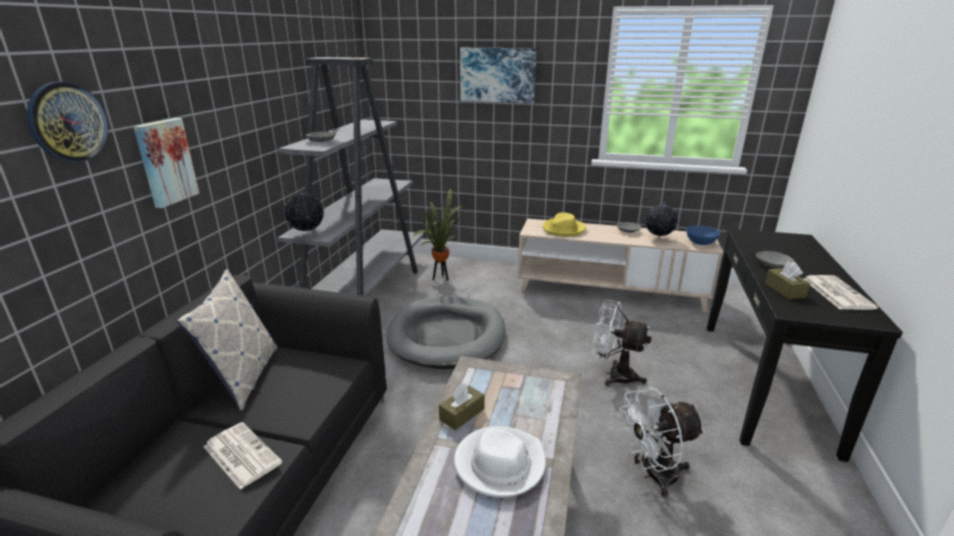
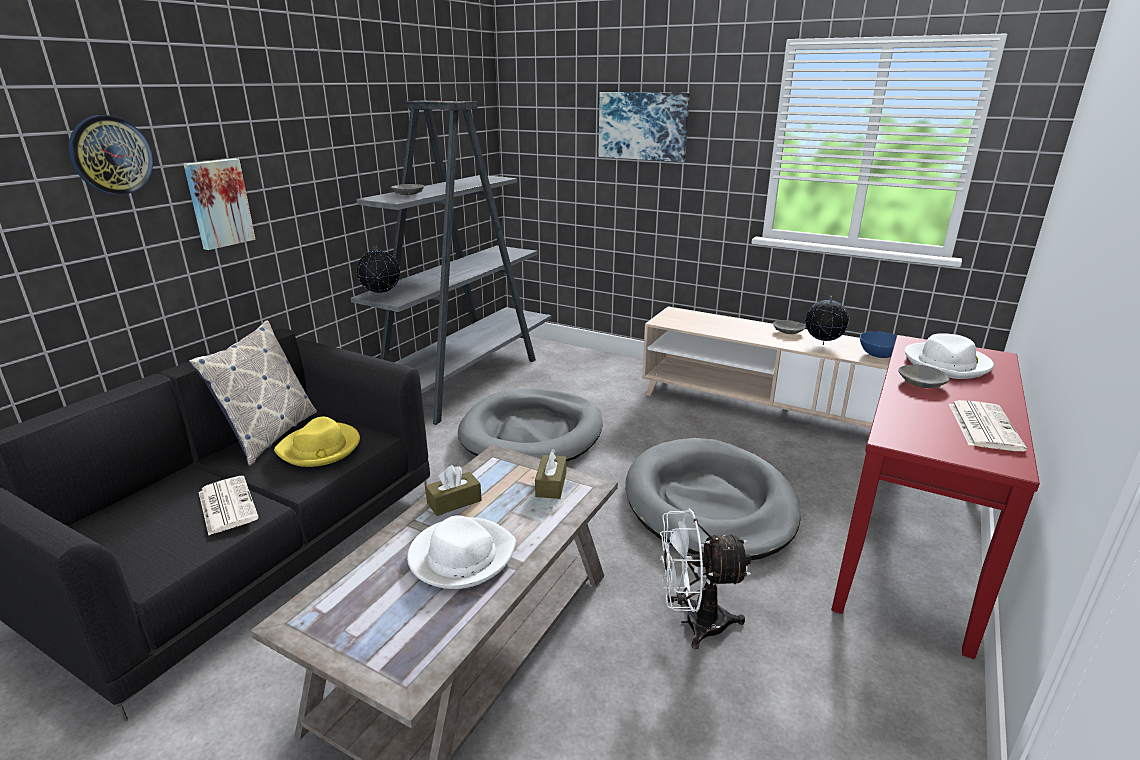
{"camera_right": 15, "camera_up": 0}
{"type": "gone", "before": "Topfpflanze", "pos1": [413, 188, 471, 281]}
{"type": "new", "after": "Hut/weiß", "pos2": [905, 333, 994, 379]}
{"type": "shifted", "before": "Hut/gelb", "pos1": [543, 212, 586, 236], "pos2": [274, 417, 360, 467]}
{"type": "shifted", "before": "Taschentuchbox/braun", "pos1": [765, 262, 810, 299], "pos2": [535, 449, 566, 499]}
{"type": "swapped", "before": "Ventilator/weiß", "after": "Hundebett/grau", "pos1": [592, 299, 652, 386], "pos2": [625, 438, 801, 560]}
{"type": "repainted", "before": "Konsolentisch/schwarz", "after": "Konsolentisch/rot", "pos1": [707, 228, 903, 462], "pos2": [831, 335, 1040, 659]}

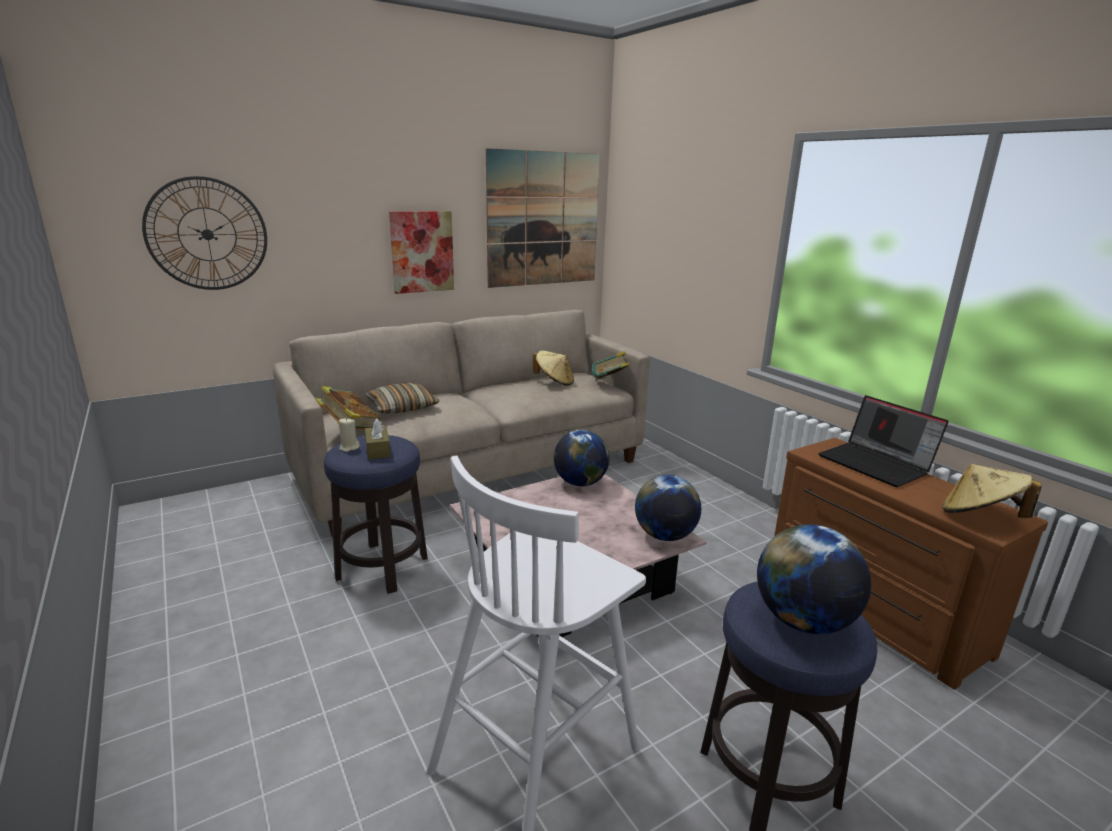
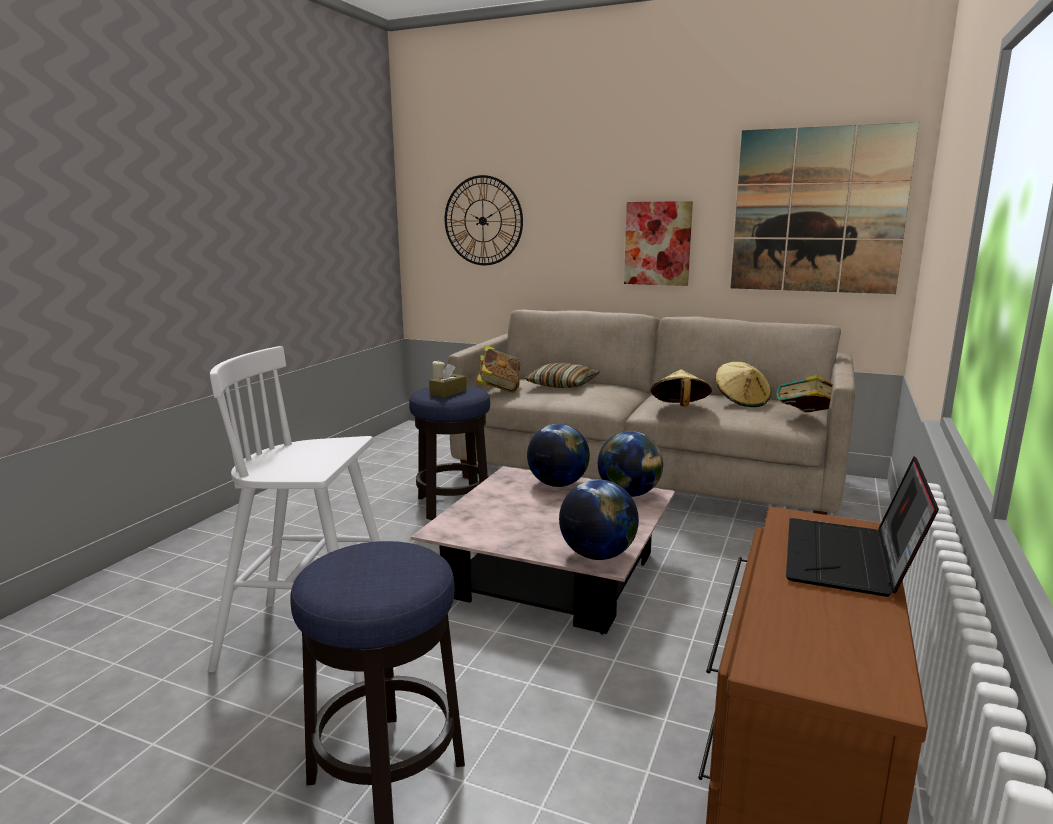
{"camera_right": 55, "camera_up": -5}
{"type": "shifted", "before": "Globus", "pos1": [757, 524, 871, 634], "pos2": [527, 424, 590, 487]}
{"type": "shifted", "before": "Hut/beige", "pos1": [942, 464, 1042, 518], "pos2": [651, 369, 712, 406]}

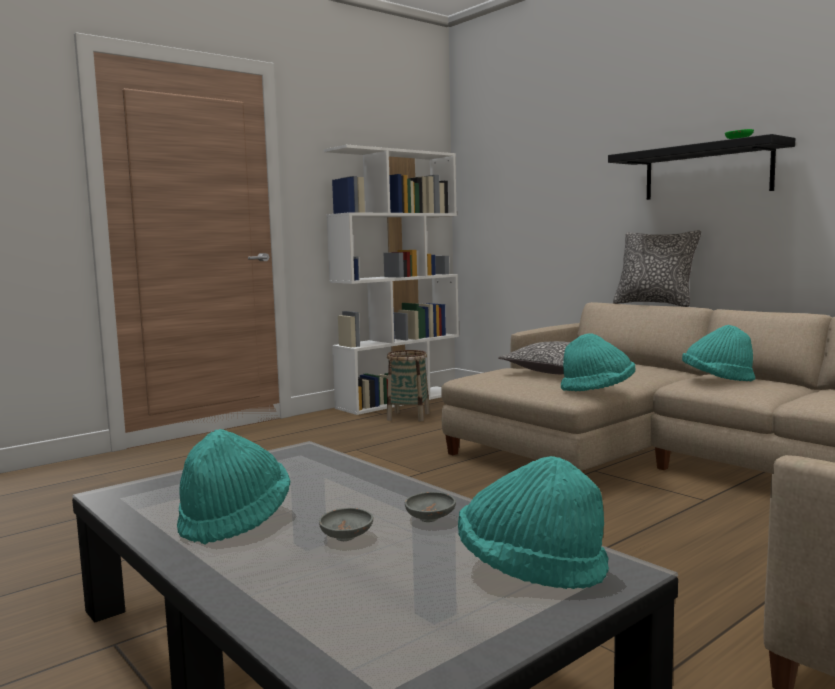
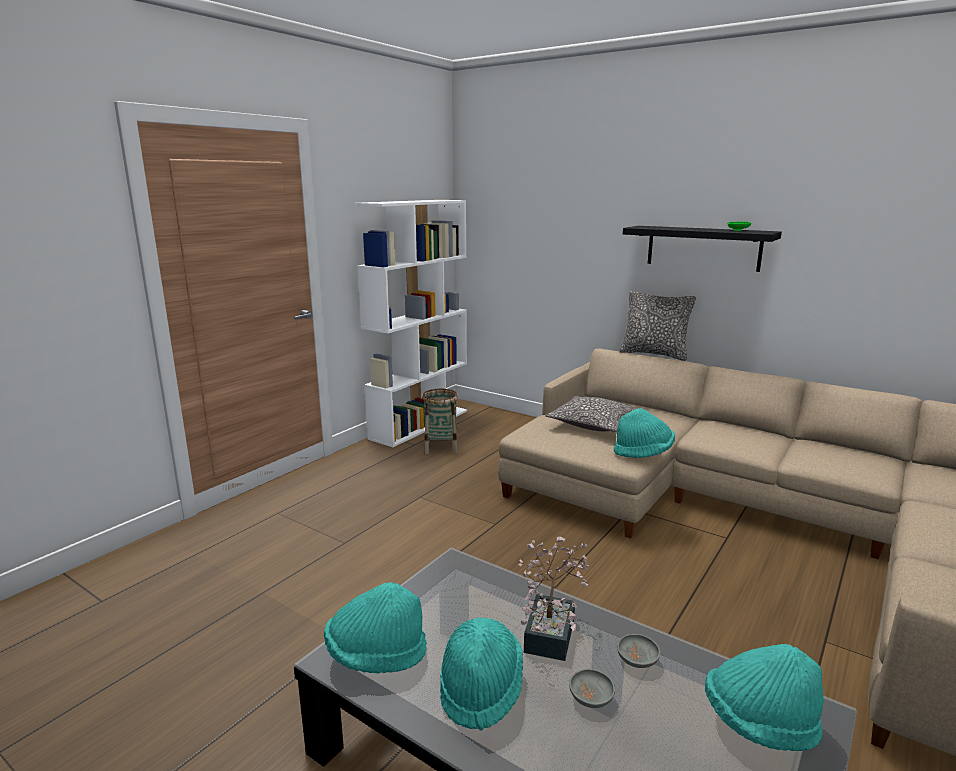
{"camera_right": -15, "camera_up": 10}
{"type": "new", "after": "Topfpflanze", "pos2": [518, 537, 590, 661]}
{"type": "shifted", "before": "Hut/türkis", "pos1": [682, 325, 755, 382], "pos2": [324, 582, 427, 673]}

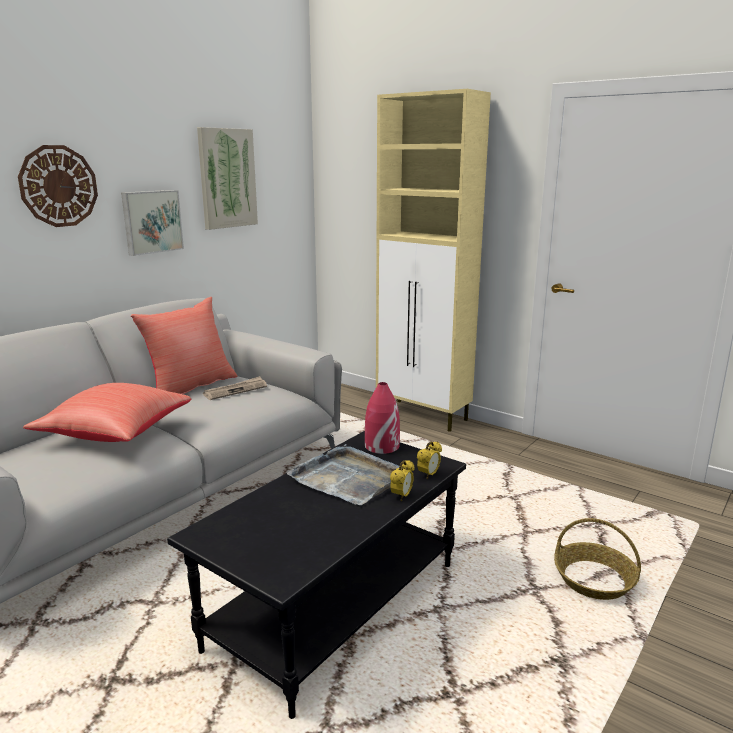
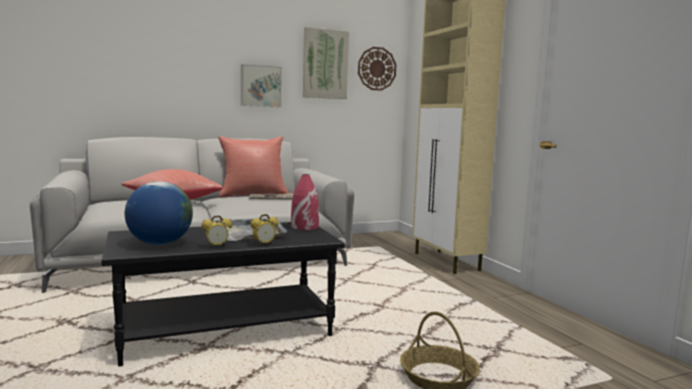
{"camera_right": 30, "camera_up": -10}
{"type": "new", "after": "Globus", "pos2": [125, 181, 193, 245]}
{"type": "shifted", "before": "Wanduhr", "pos1": [18, 145, 98, 227], "pos2": [358, 47, 396, 91]}
{"type": "shifted", "before": "Wecker", "pos1": [417, 441, 442, 479], "pos2": [201, 215, 232, 247]}

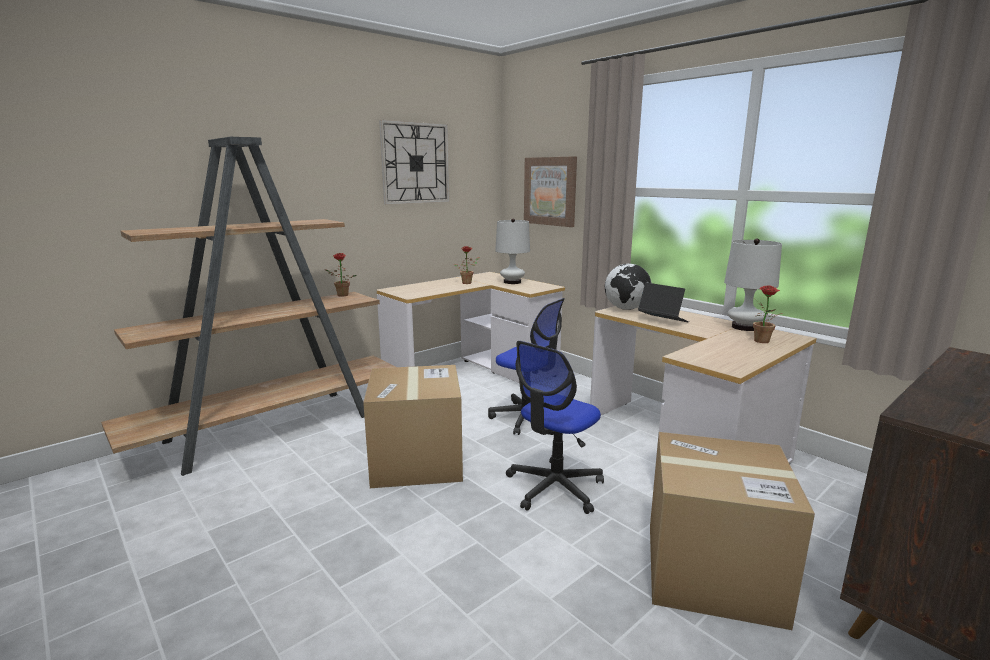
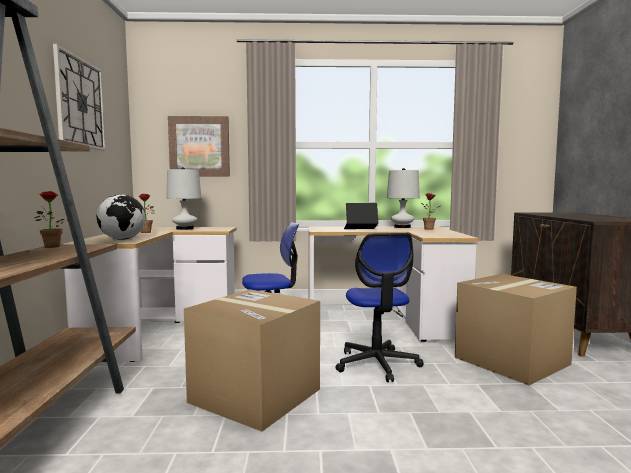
{"camera_right": -50, "camera_up": -10}
{"type": "shifted", "before": "Globus", "pos1": [605, 264, 651, 310], "pos2": [97, 194, 146, 240]}

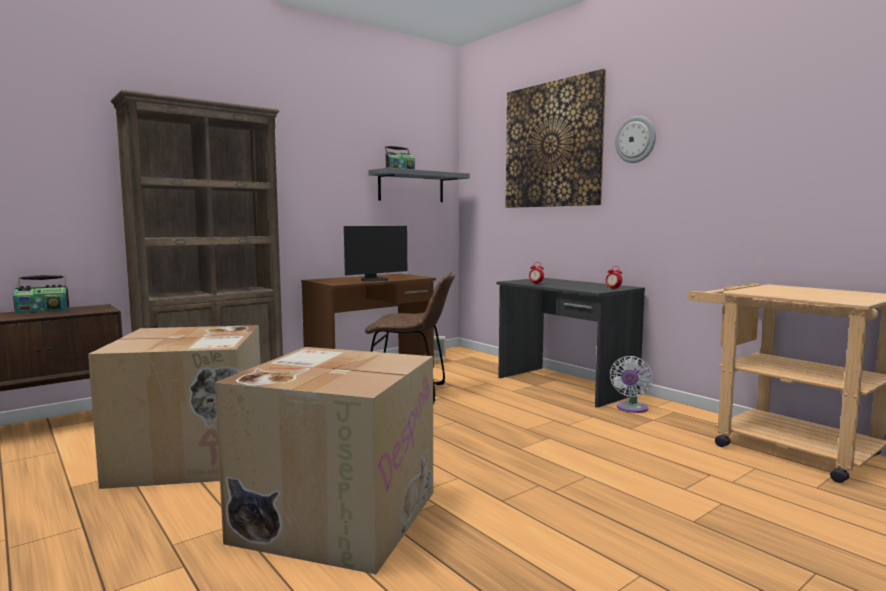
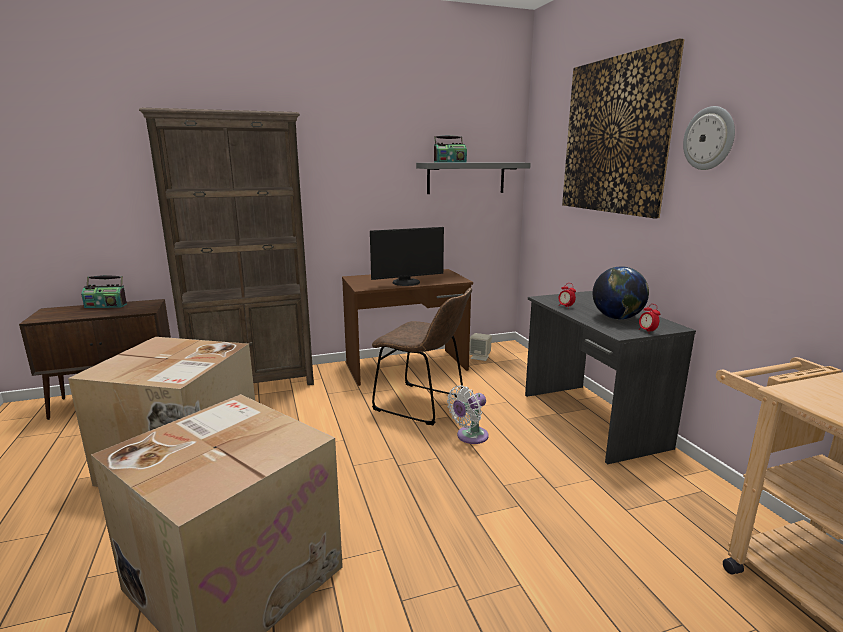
{"camera_right": 20, "camera_up": 10}
{"type": "new", "after": "Globus", "pos2": [593, 266, 649, 320]}
{"type": "shifted", "before": "Ventilator/weiß", "pos1": [610, 356, 653, 413], "pos2": [447, 386, 489, 444]}

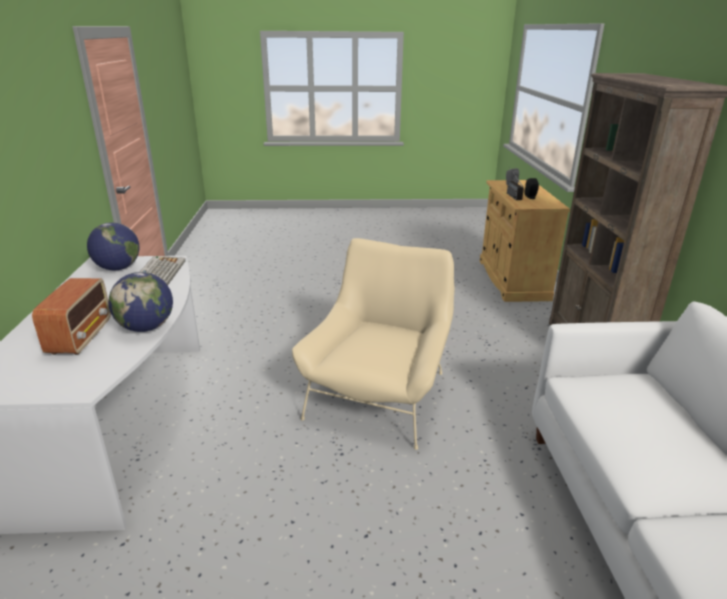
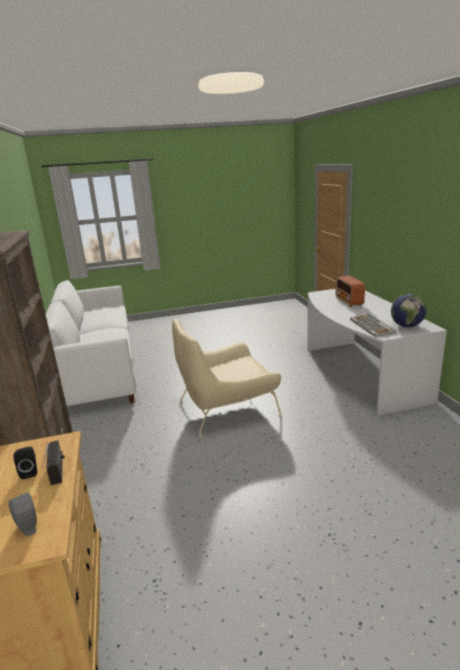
{"camera_right": 170, "camera_up": -5}
{"type": "gone", "before": "Globus", "pos1": [109, 272, 173, 332]}
{"type": "rotated", "before": "Sessel/beige", "pos1": [292, 238, 455, 450], "pos2": [172, 318, 282, 437], "turn": 60}

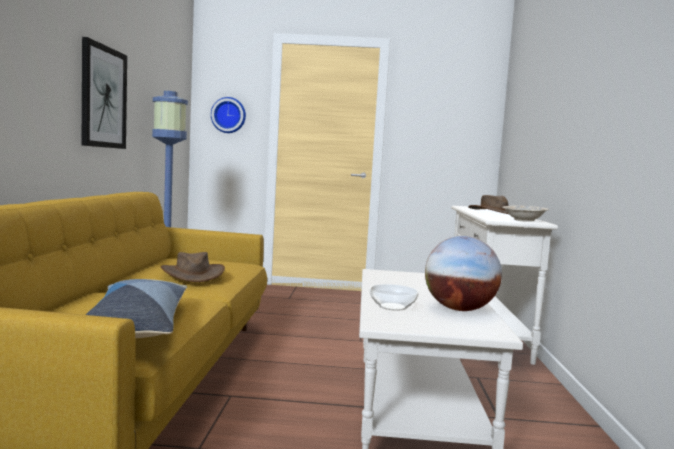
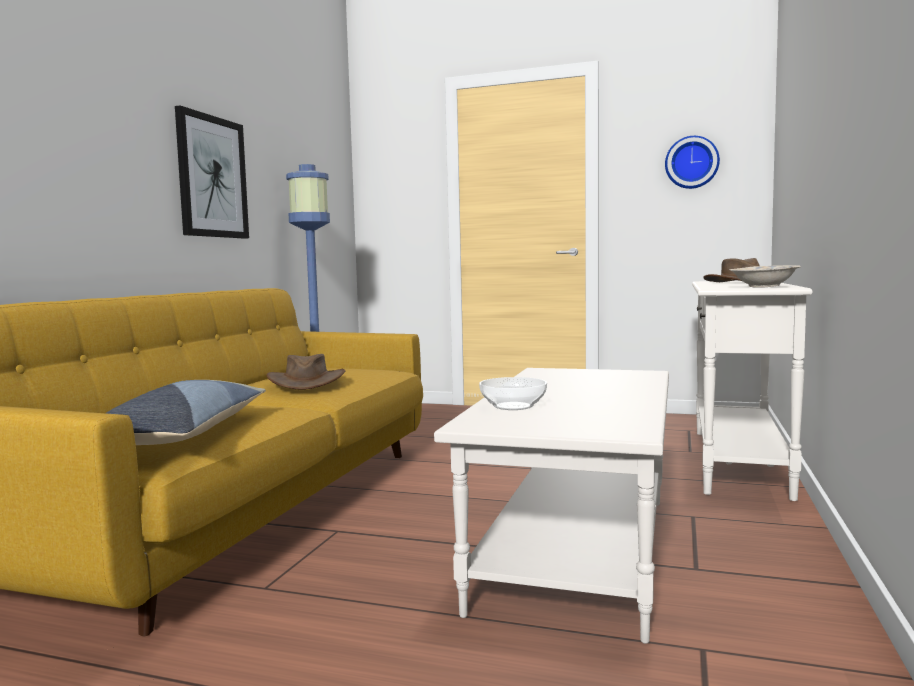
{"camera_right": 15, "camera_up": 0}
{"type": "gone", "before": "Globus", "pos1": [425, 236, 502, 311]}
{"type": "shifted", "before": "Wanduhr", "pos1": [211, 97, 246, 133], "pos2": [665, 136, 720, 189]}

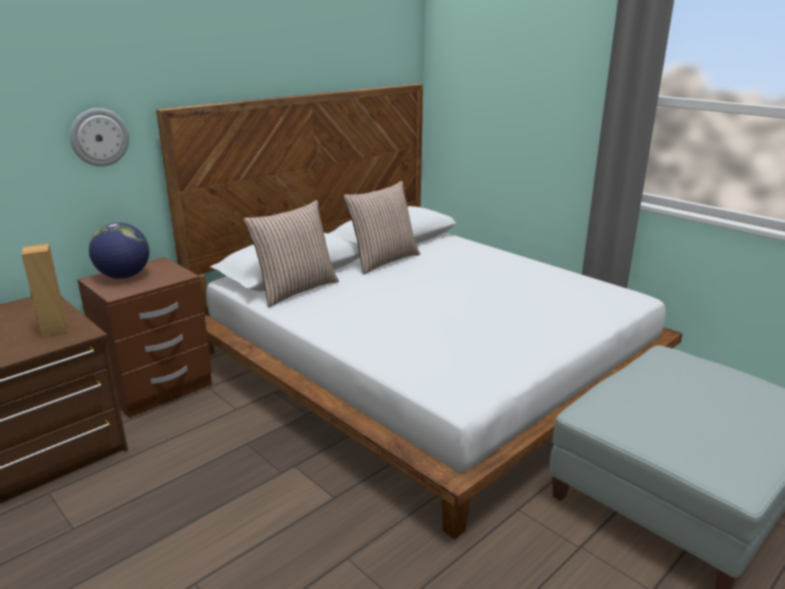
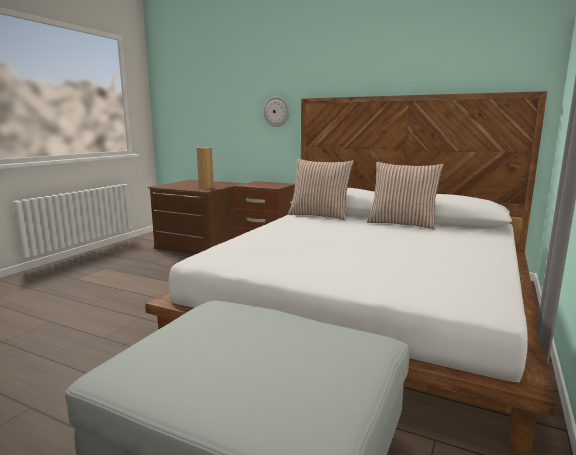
{"camera_right": 70, "camera_up": -10}
{"type": "gone", "before": "Globus", "pos1": [89, 223, 149, 279]}

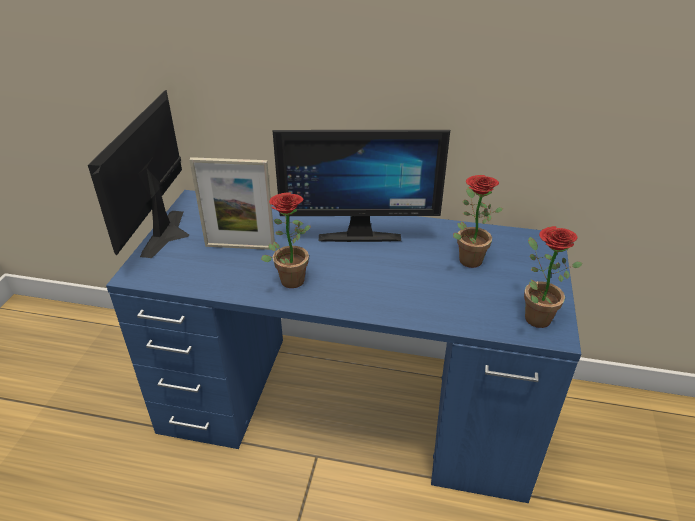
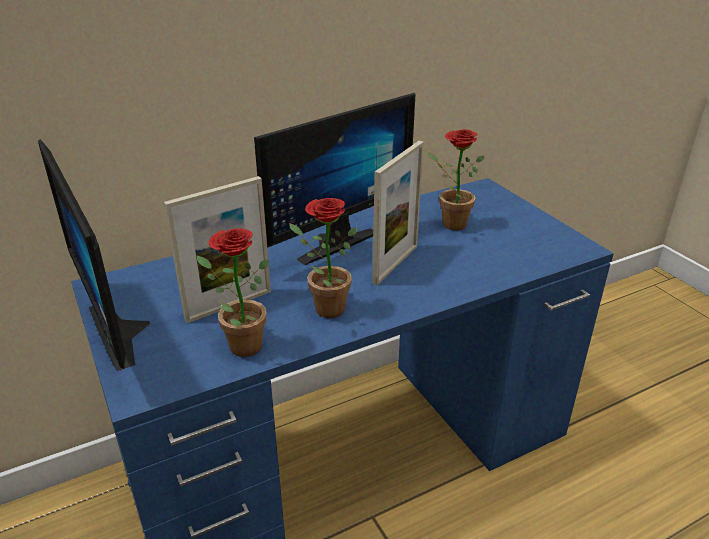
{"camera_right": -40, "camera_up": -5}
{"type": "new", "after": "Bilderrahmen", "pos2": [372, 141, 424, 285]}
{"type": "shifted", "before": "Topfpflanze", "pos1": [524, 226, 583, 328], "pos2": [197, 228, 269, 357]}

